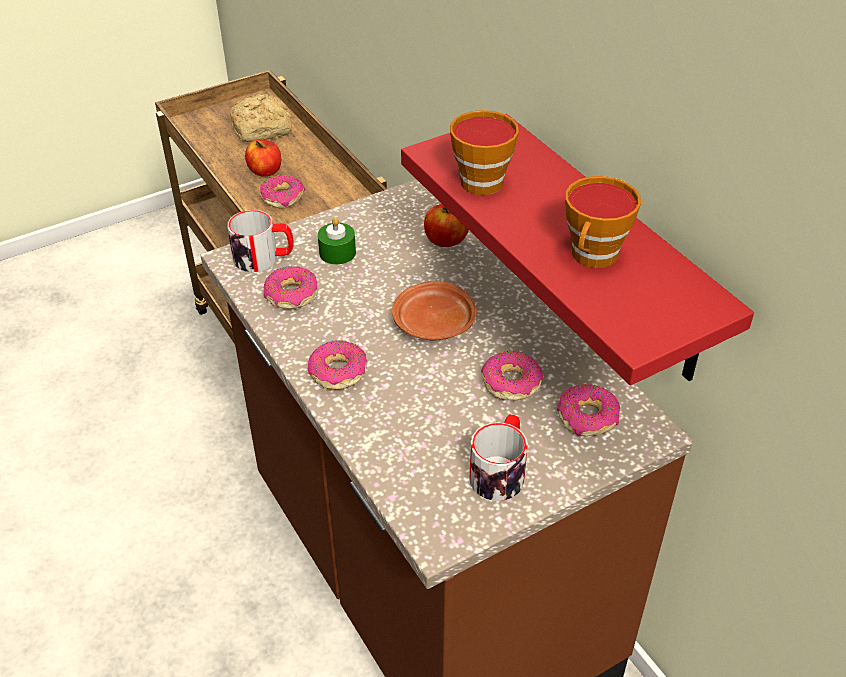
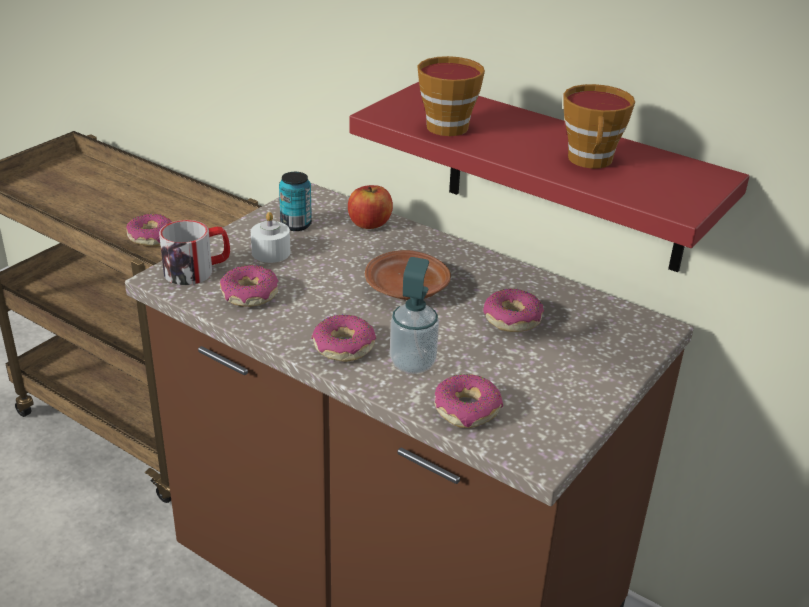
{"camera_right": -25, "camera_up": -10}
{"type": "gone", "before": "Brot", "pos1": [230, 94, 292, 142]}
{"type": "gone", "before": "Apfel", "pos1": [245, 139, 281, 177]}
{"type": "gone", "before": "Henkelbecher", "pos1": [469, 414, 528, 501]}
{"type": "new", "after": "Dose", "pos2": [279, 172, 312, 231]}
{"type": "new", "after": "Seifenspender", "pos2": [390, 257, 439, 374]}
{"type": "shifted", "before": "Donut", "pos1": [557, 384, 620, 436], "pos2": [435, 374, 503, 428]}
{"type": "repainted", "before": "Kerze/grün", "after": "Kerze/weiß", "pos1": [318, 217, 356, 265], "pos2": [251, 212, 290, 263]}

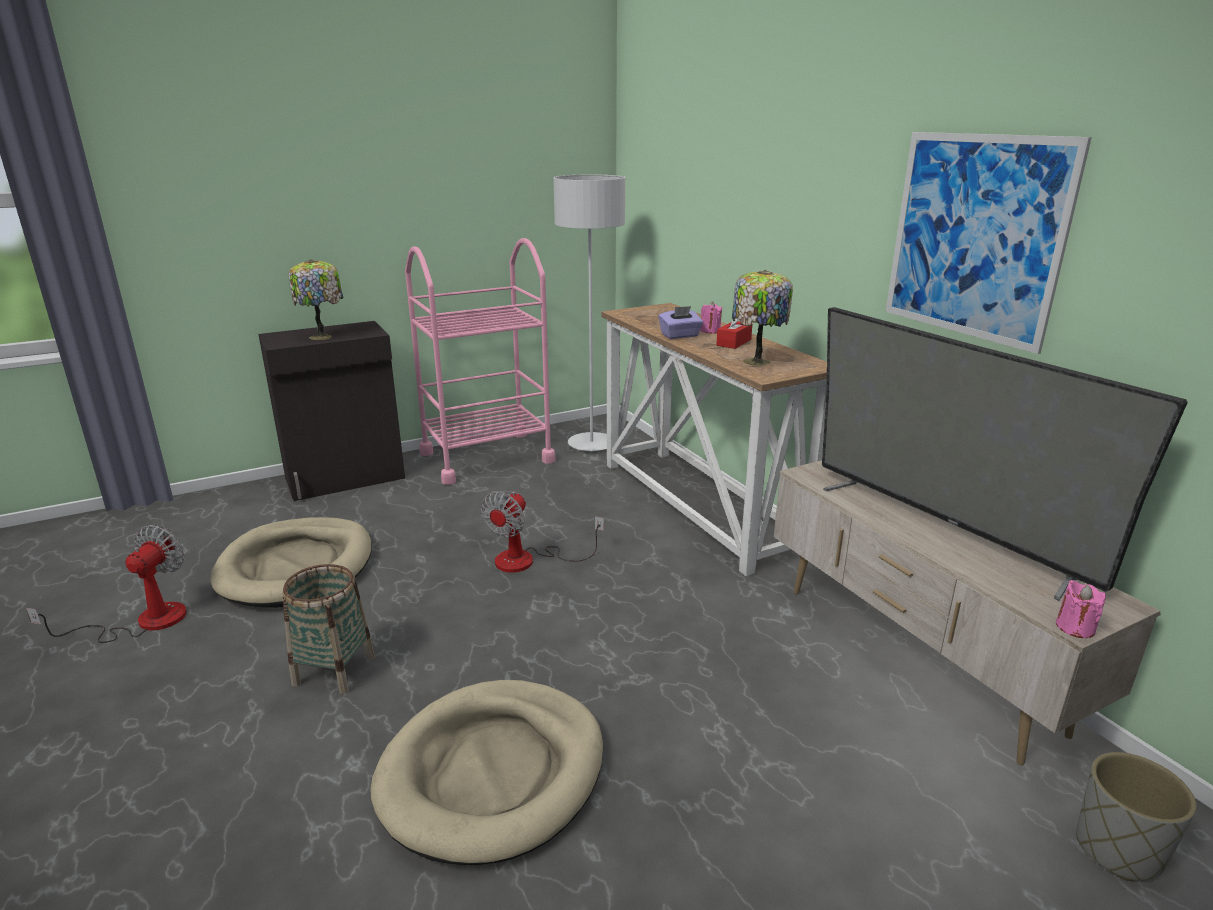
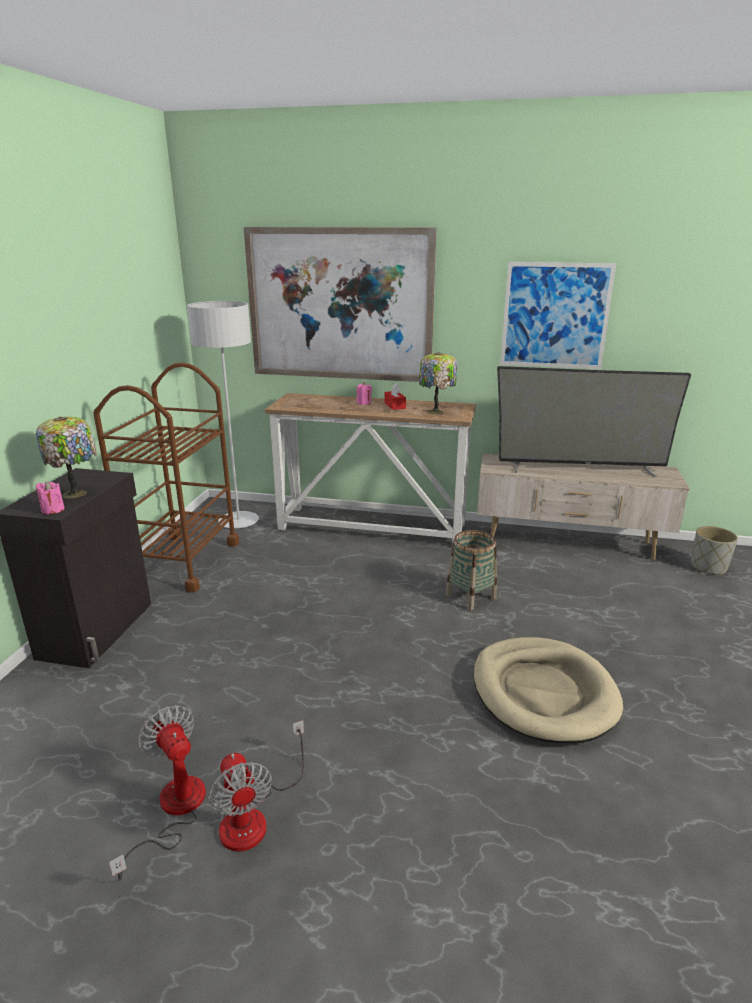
{"camera_right": -50, "camera_up": 0}
{"type": "gone", "before": "Hundebett/beige", "pos1": [210, 517, 372, 608]}
{"type": "gone", "before": "Taschentuchbox/lila", "pos1": [658, 306, 703, 339]}
{"type": "new", "after": "Bild", "pos2": [244, 227, 437, 382]}
{"type": "shifted", "before": "Korb", "pos1": [282, 564, 375, 695], "pos2": [445, 530, 497, 610]}
{"type": "shifted", "before": "Ventilator", "pos1": [481, 491, 604, 572], "pos2": [209, 720, 304, 852]}
{"type": "shifted", "before": "Kerze/rosa", "pos1": [1056, 580, 1106, 638], "pos2": [36, 482, 64, 514]}
{"type": "repainted", "before": "Rollwagen/rosa", "after": "Rollwagen/braun", "pos1": [405, 238, 556, 485], "pos2": [94, 362, 239, 593]}

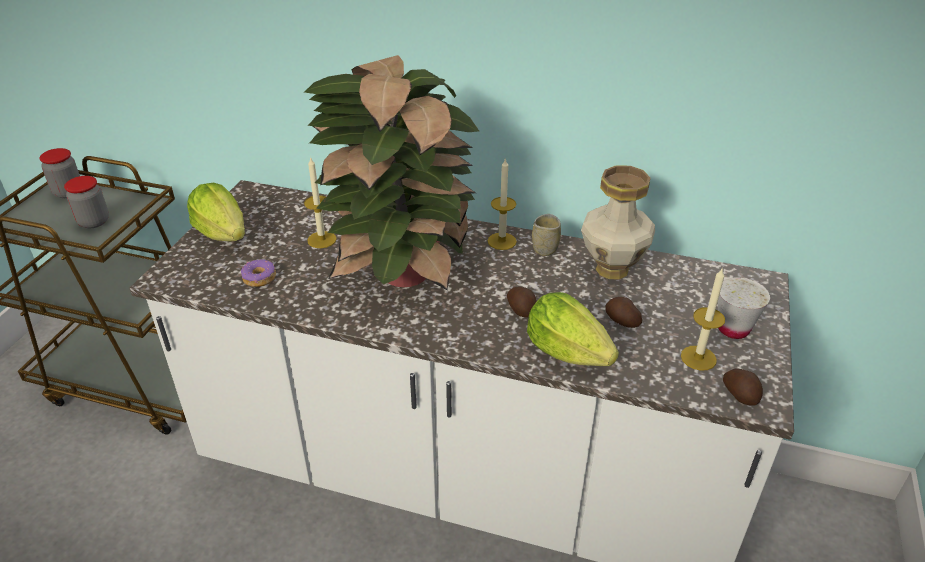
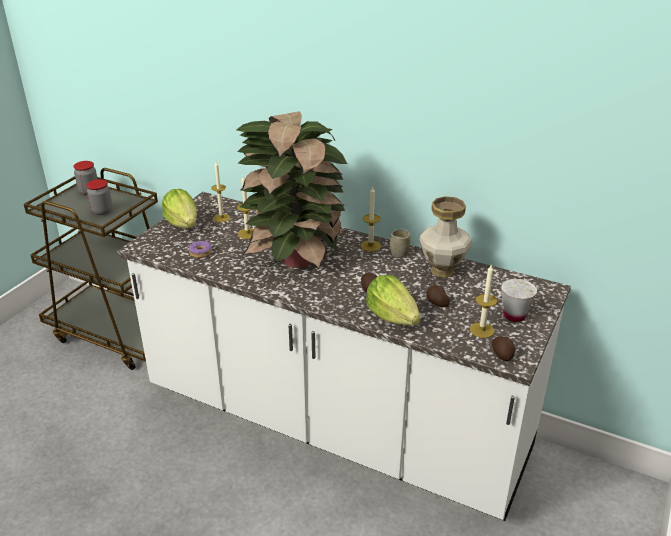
{"camera_right": 10, "camera_up": -5}
{"type": "new", "after": "Kerze", "pos2": [211, 161, 230, 222]}

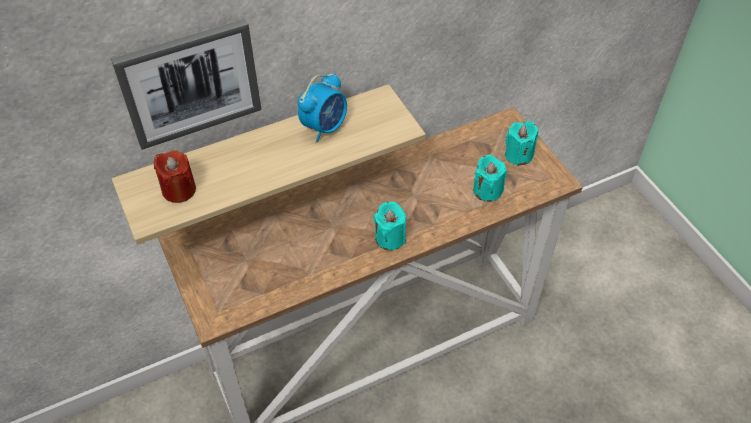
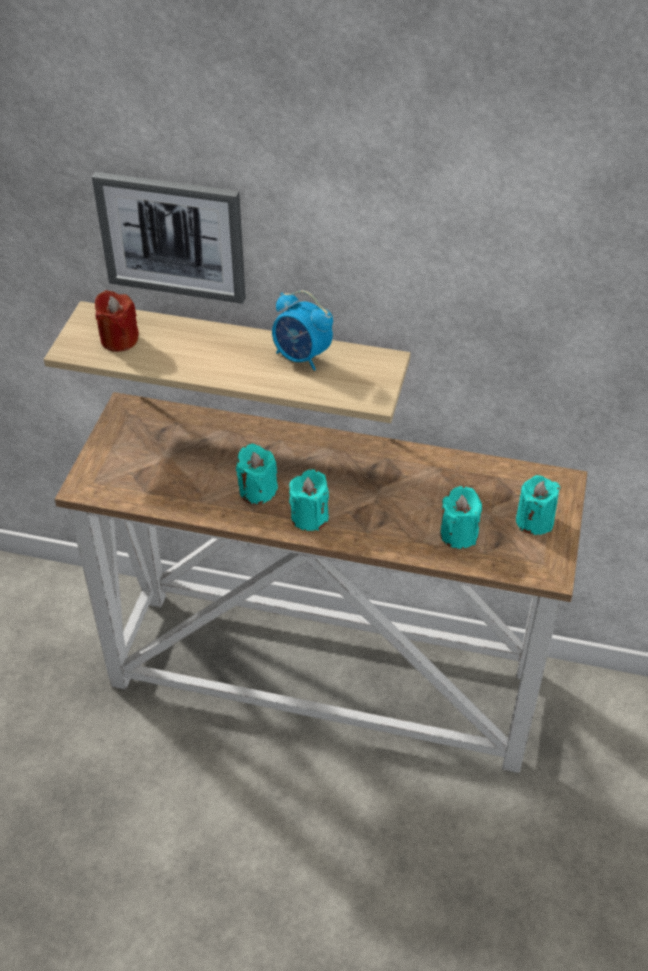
{"camera_right": 40, "camera_up": -5}
{"type": "new", "after": "Kerze/türkis", "pos2": [236, 443, 278, 504]}
{"type": "rotated", "before": "Wecker", "pos1": [298, 73, 347, 142], "pos2": [272, 290, 333, 371], "turn": 45}

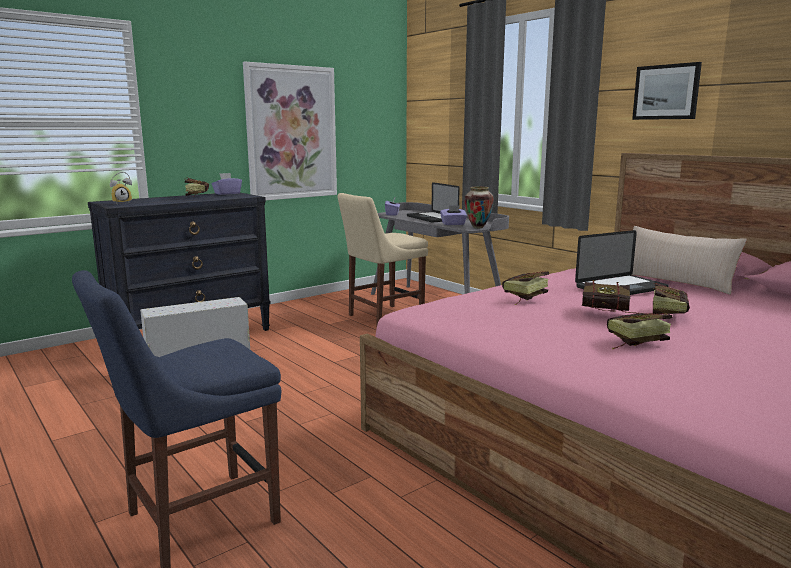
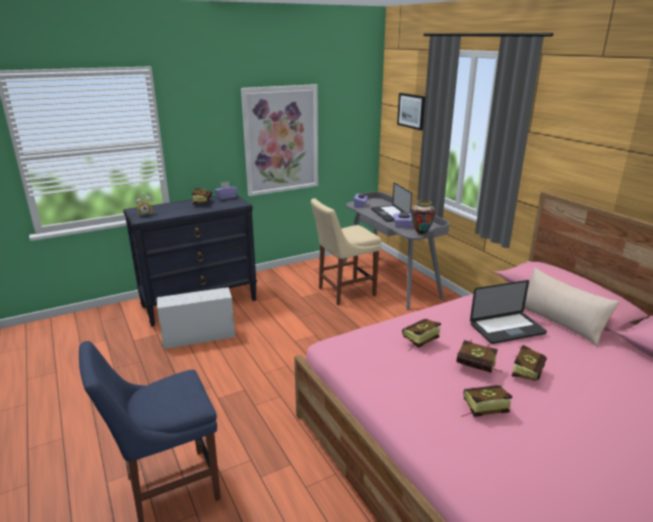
{"camera_right": 10, "camera_up": 10}
{"type": "shifted", "before": "Bild", "pos1": [632, 62, 702, 120], "pos2": [397, 93, 425, 130]}

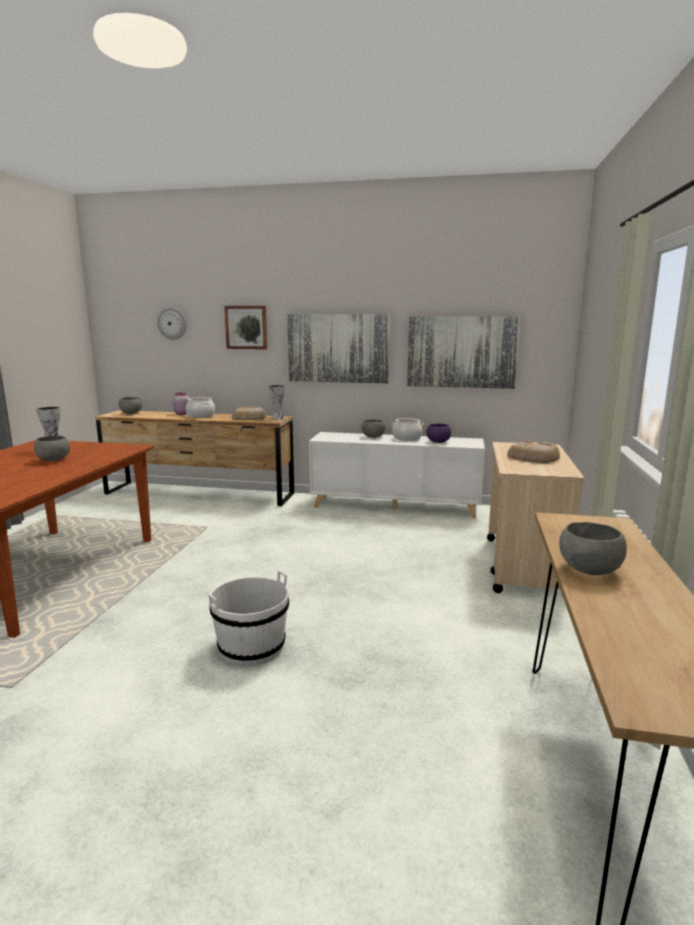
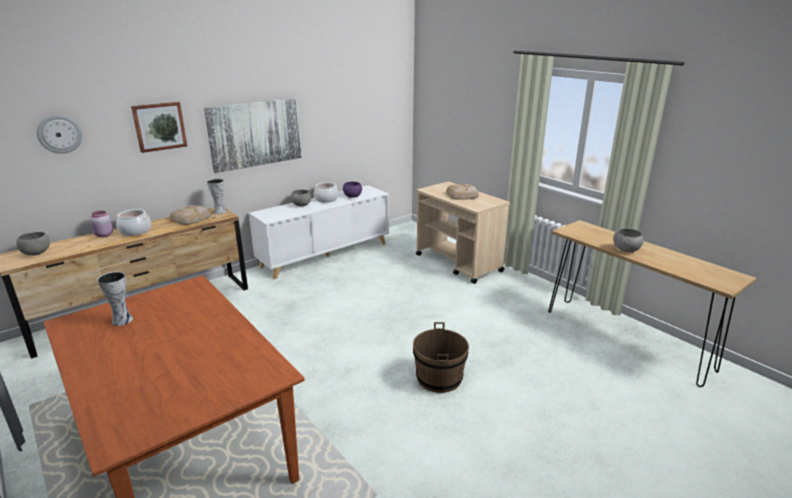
{"camera_right": -50, "camera_up": 10}
{"type": "gone", "before": "Schüssel/grau", "pos1": [34, 436, 70, 461]}
{"type": "gone", "before": "Bild", "pos1": [407, 316, 520, 389]}
{"type": "repainted", "before": "Eimer/weiß", "after": "Eimer/braun", "pos1": [208, 570, 289, 666], "pos2": [413, 322, 469, 393]}

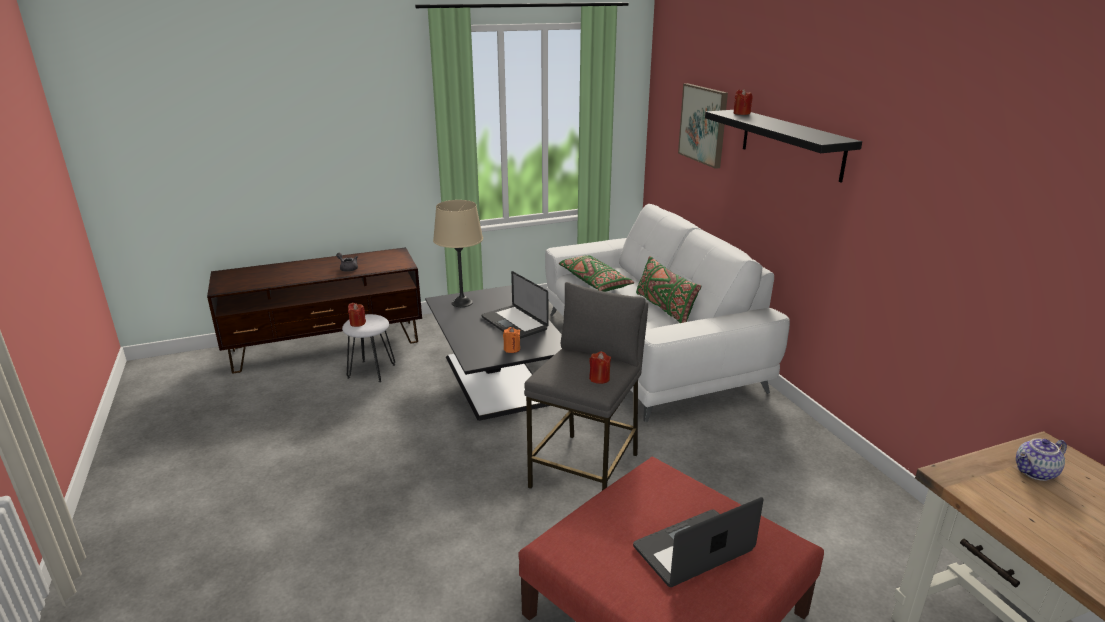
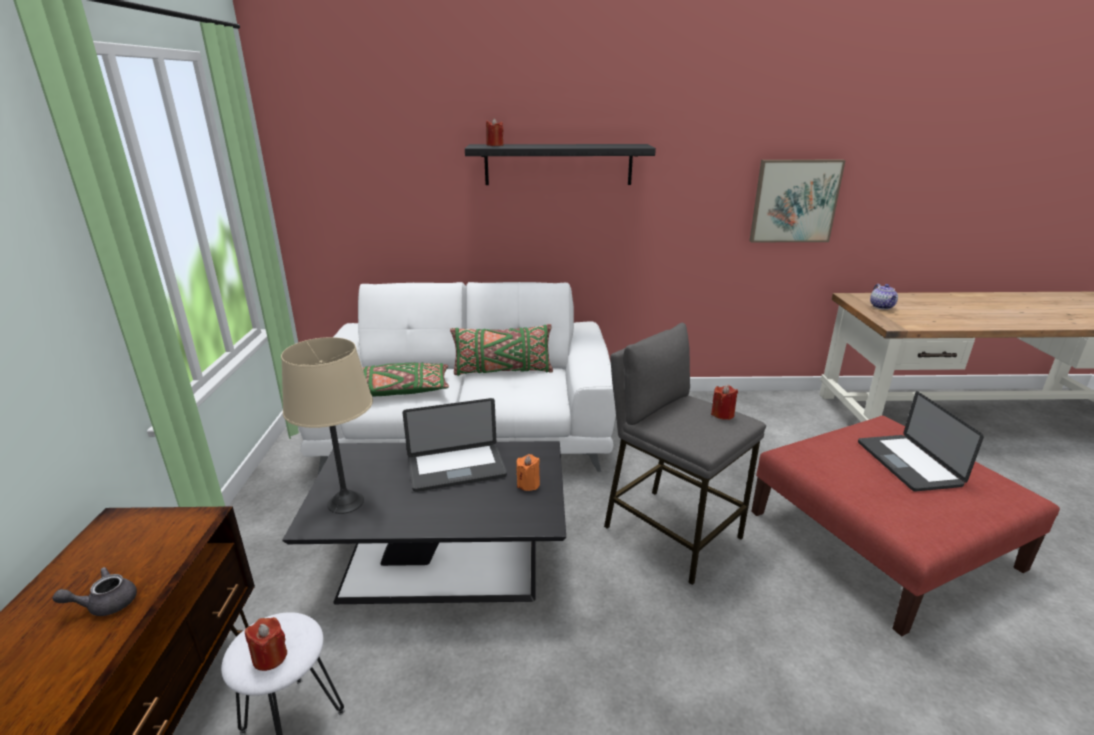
{"camera_right": -70, "camera_up": 0}
{"type": "shifted", "before": "Bild", "pos1": [678, 83, 728, 169], "pos2": [750, 160, 846, 242]}

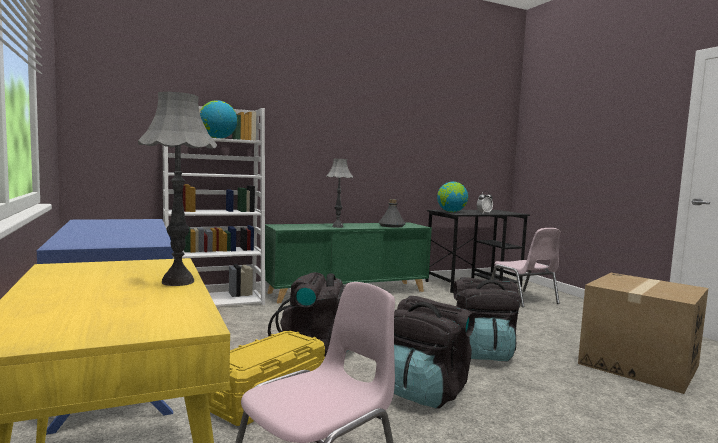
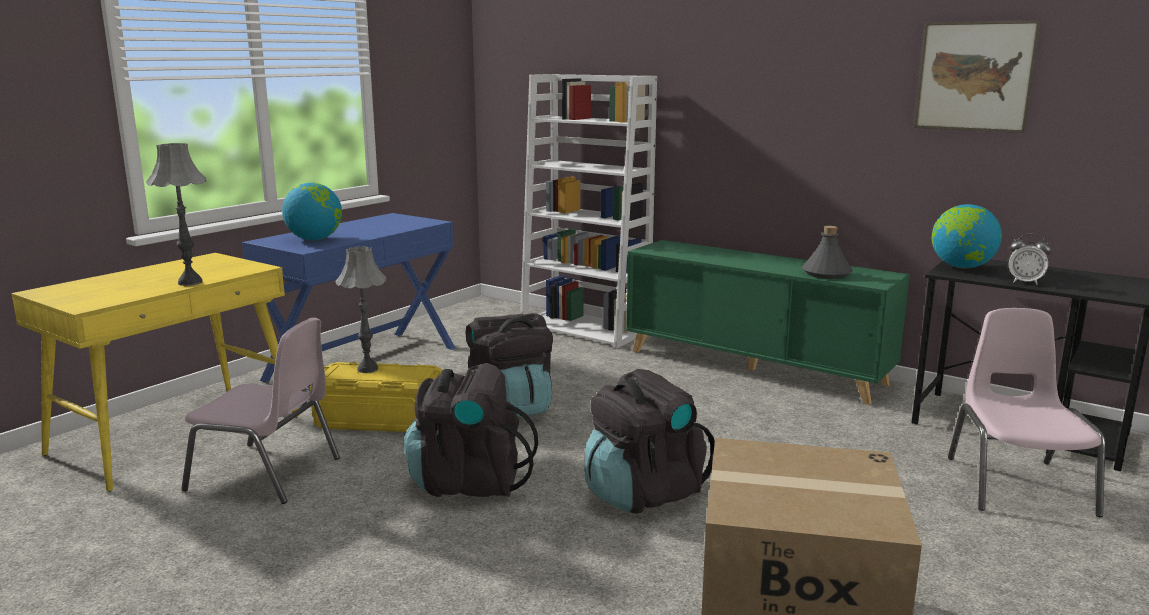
{"camera_right": 60, "camera_up": 10}
{"type": "new", "after": "Bild", "pos2": [914, 20, 1041, 133]}
{"type": "shifted", "before": "Globus", "pos1": [200, 100, 237, 138], "pos2": [282, 183, 342, 240]}
{"type": "shifted", "before": "Tischlampe/grau", "pos1": [326, 159, 353, 228], "pos2": [335, 246, 386, 373]}
{"type": "rotated", "before": "Stuhl/rosa", "pos1": [491, 228, 560, 307], "pos2": [948, 308, 1105, 517], "turn": 150}

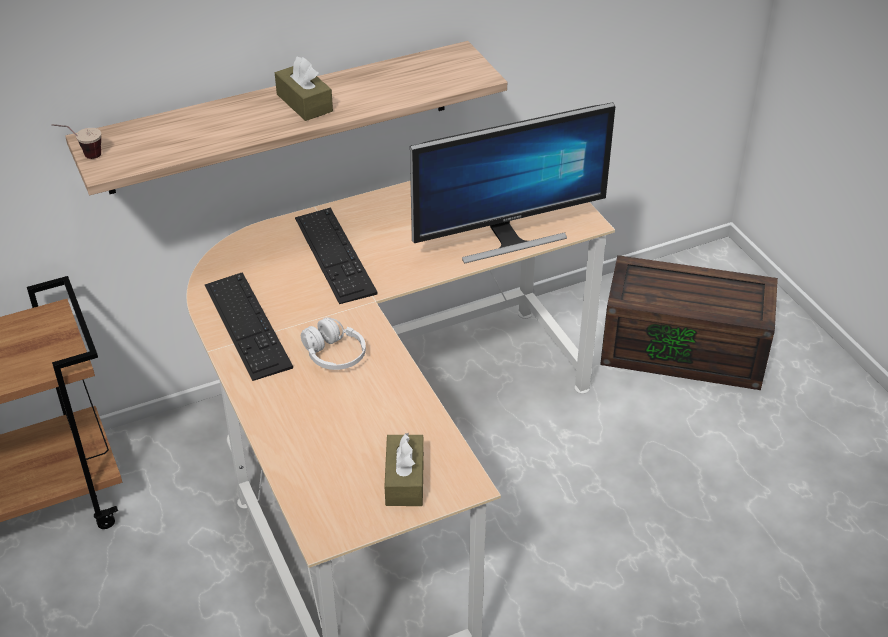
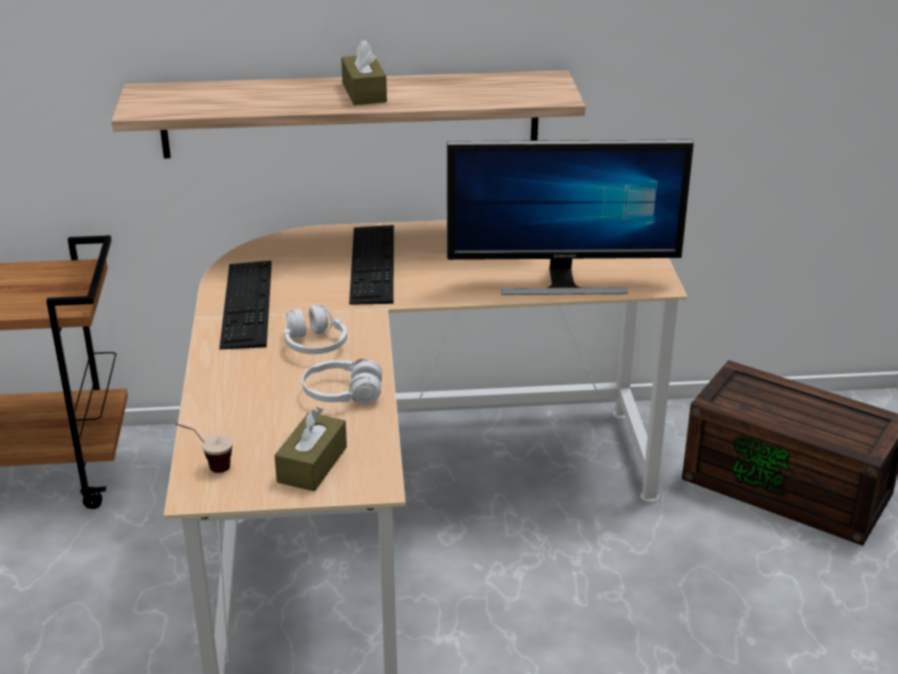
{"camera_right": 20, "camera_up": -10}
{"type": "new", "after": "Kopfhörer/weiß", "pos2": [302, 359, 382, 404]}
{"type": "shifted", "before": "Tasse", "pos1": [52, 124, 101, 159], "pos2": [175, 423, 233, 473]}

